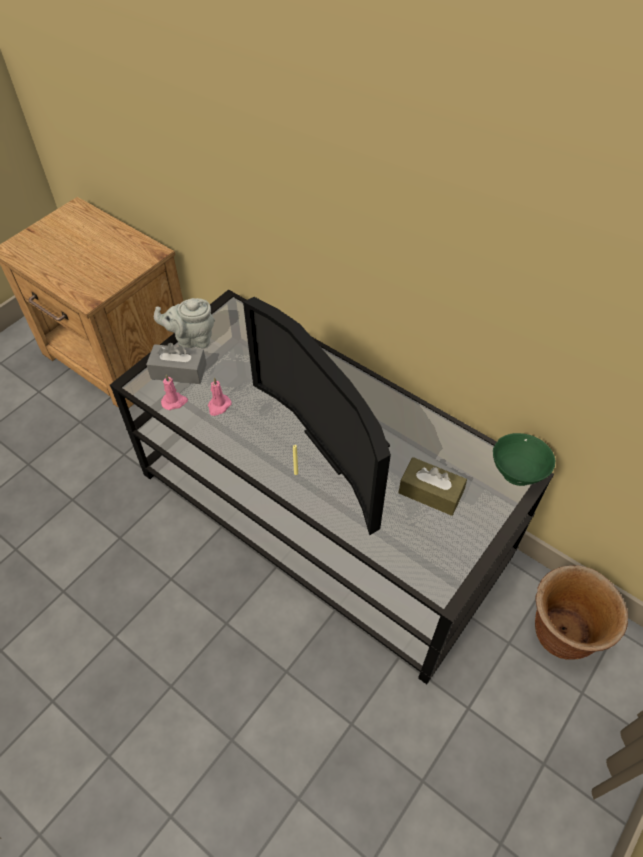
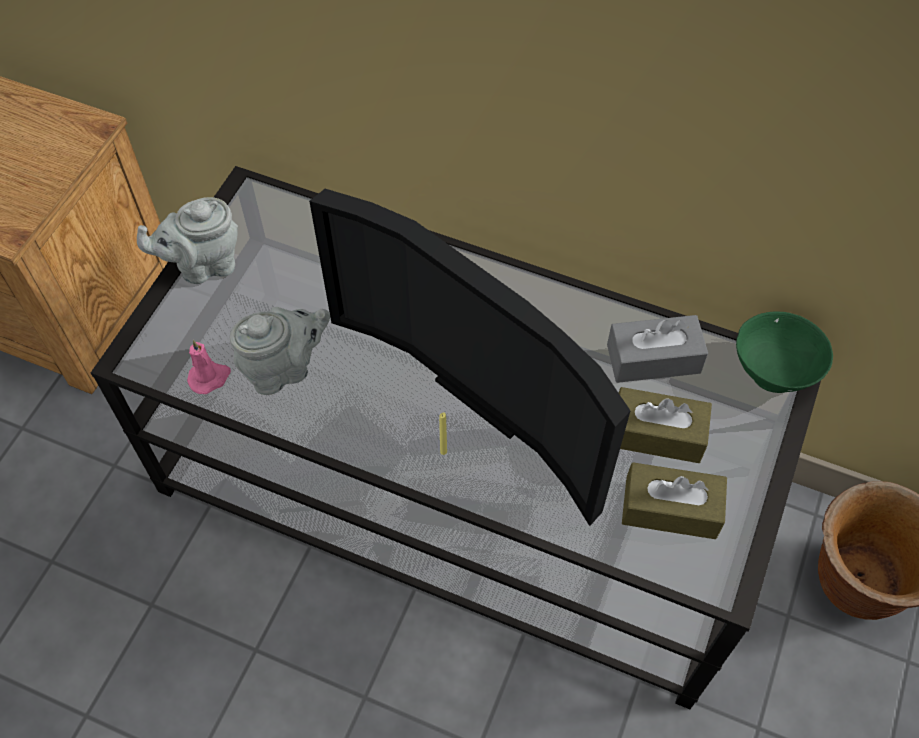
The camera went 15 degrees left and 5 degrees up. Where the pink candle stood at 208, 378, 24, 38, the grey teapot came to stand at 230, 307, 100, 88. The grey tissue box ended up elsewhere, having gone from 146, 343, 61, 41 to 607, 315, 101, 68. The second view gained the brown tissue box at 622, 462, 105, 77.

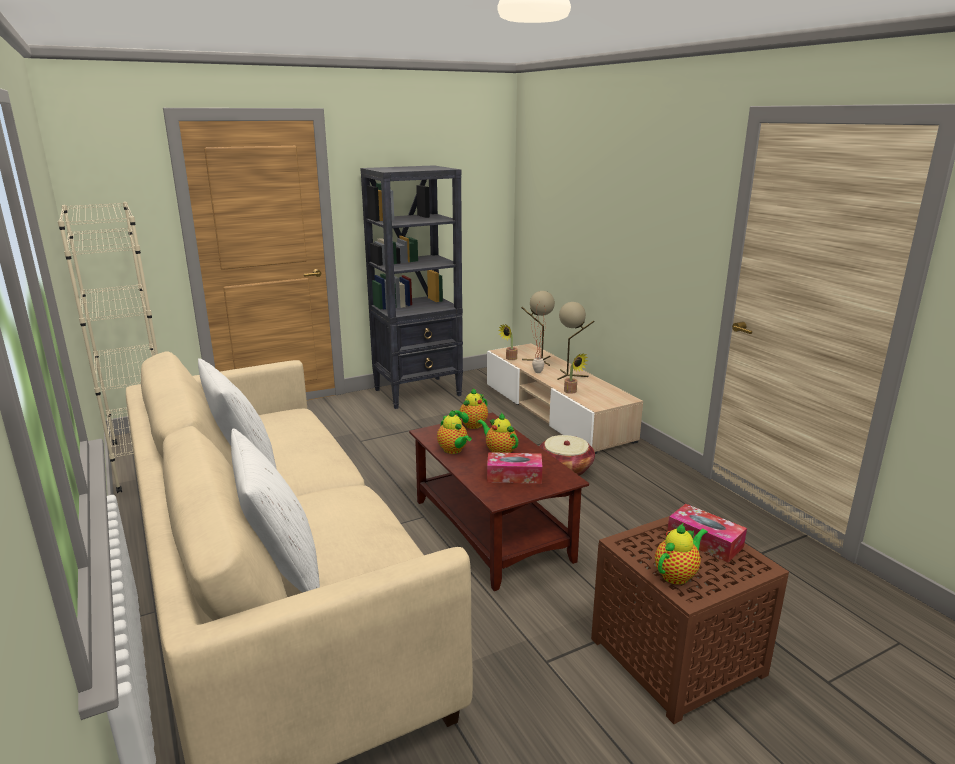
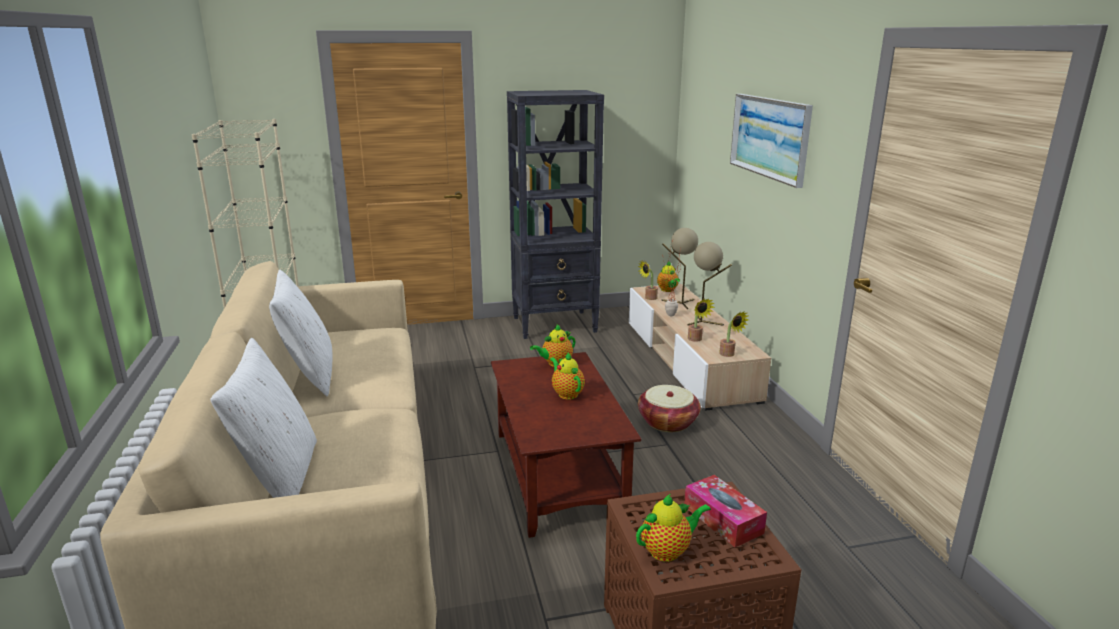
The camera went 15 degrees right and 0 degrees up. The teapot ended up elsewhere, having gone from 437, 410, 35, 44 to 657, 262, 23, 30. The second view gained the potted plant at 719, 311, 29, 46. The second view gained the picture at 730, 94, 83, 94. The second view lost the tissue box at 487, 452, 56, 32.

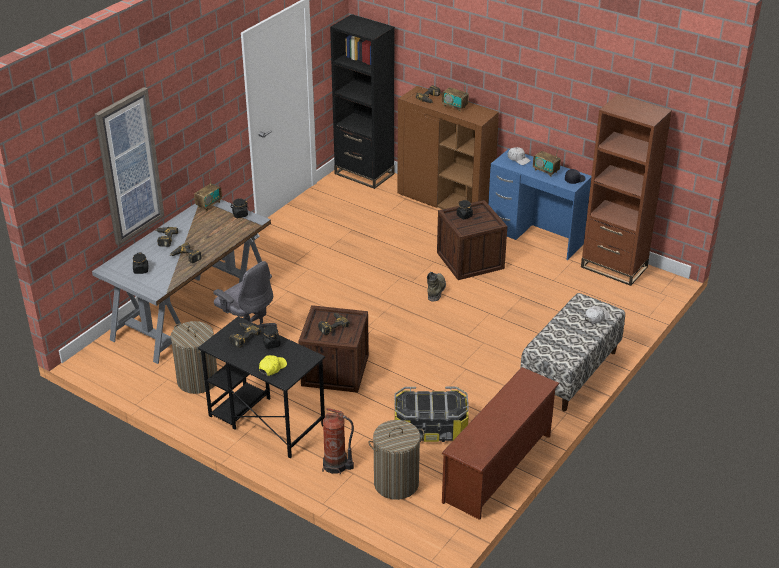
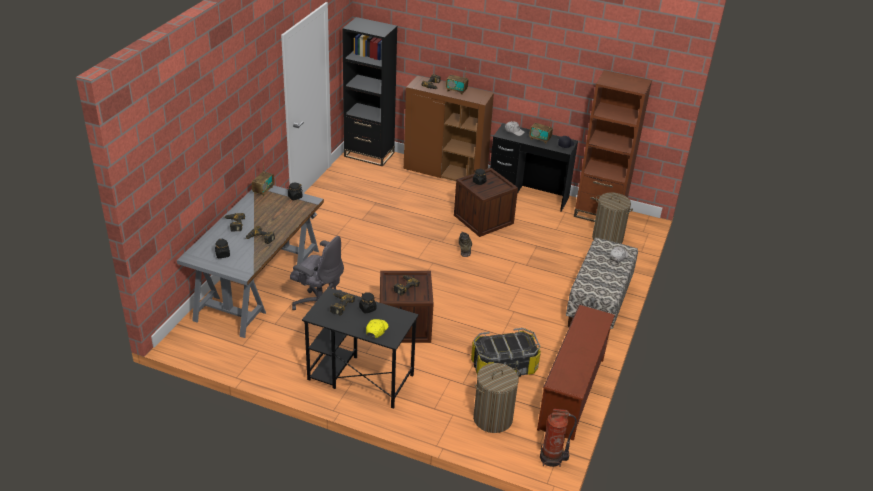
The camera went 15 degrees left and 0 degrees up. What was the blue desk at 488, 149, 104, 111 turned into the black desk at 490, 123, 88, 89. The fire extinguisher ended up elsewhere, having gone from 322, 408, 32, 67 to 540, 409, 37, 58. The laundry basket ended up elsewhere, having gone from 171, 321, 46, 73 to 592, 192, 41, 52. The second view lost the picture at 95, 87, 69, 158.

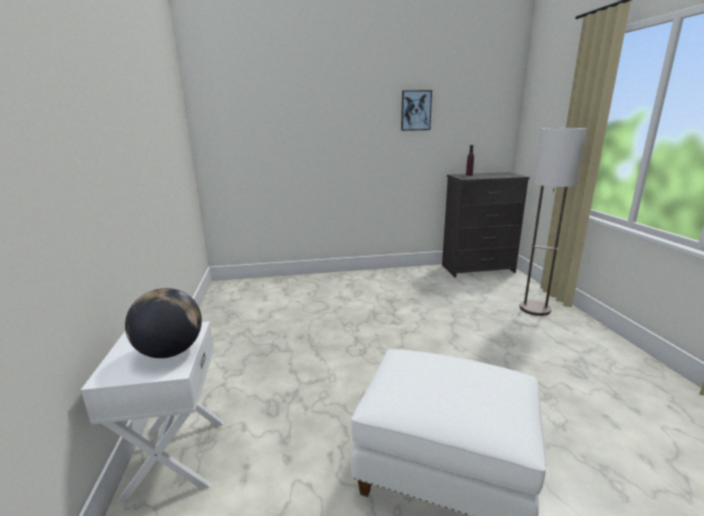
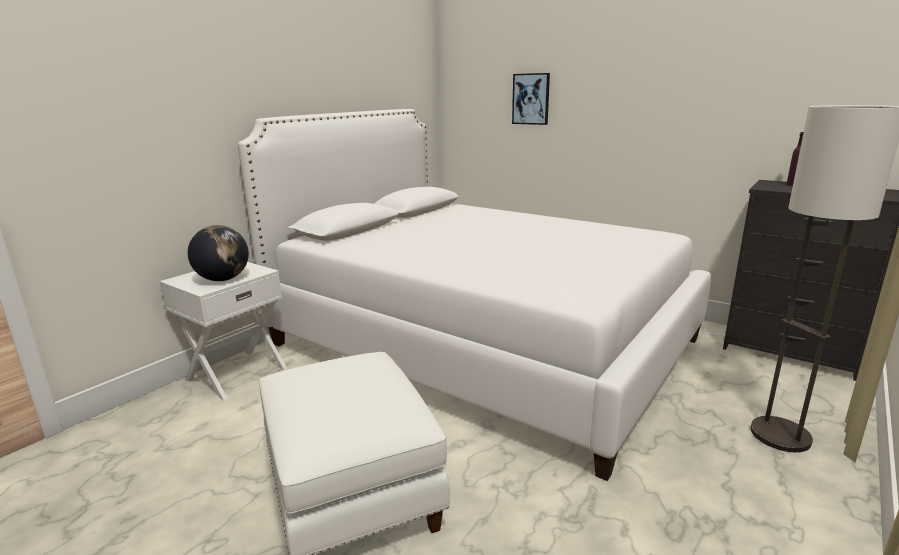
The camera went 45 degrees right and 0 degrees up. The second view gained the white bed at 238, 109, 473, 372. The picture ended up elsewhere, having gone from 401, 90, 31, 41 to 512, 73, 38, 52.

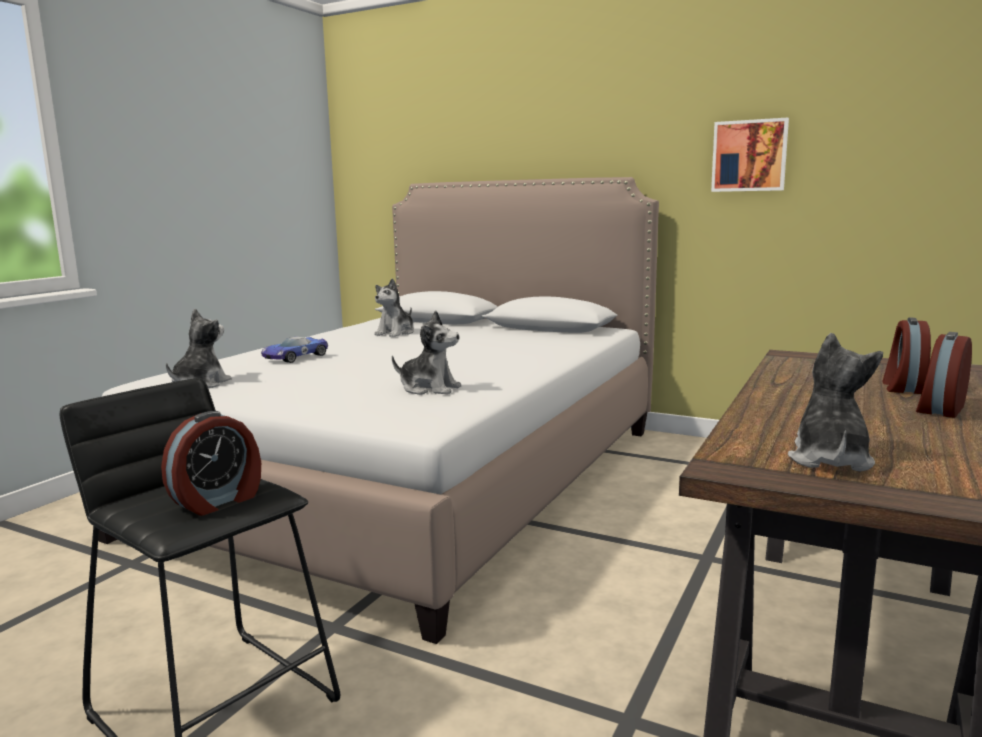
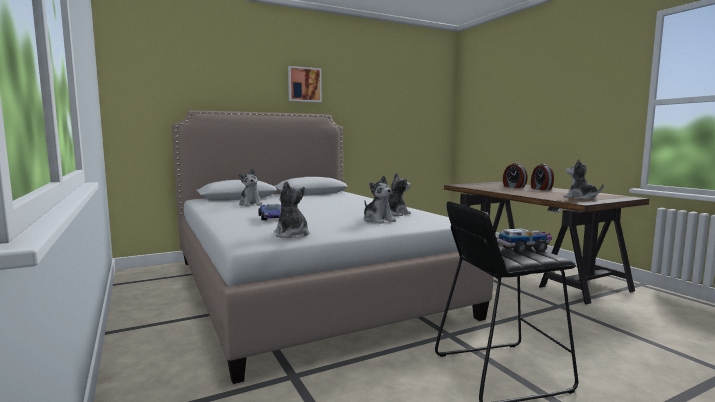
The camera went 55 degrees left and 5 degrees down. The picture ended up elsewhere, having gone from 711, 118, 78, 74 to 288, 66, 34, 36. The second view gained the plush toy at 364, 175, 32, 49. Where the alarm clock stood at 161, 411, 100, 105, the toy truck came to stand at 497, 228, 55, 26.

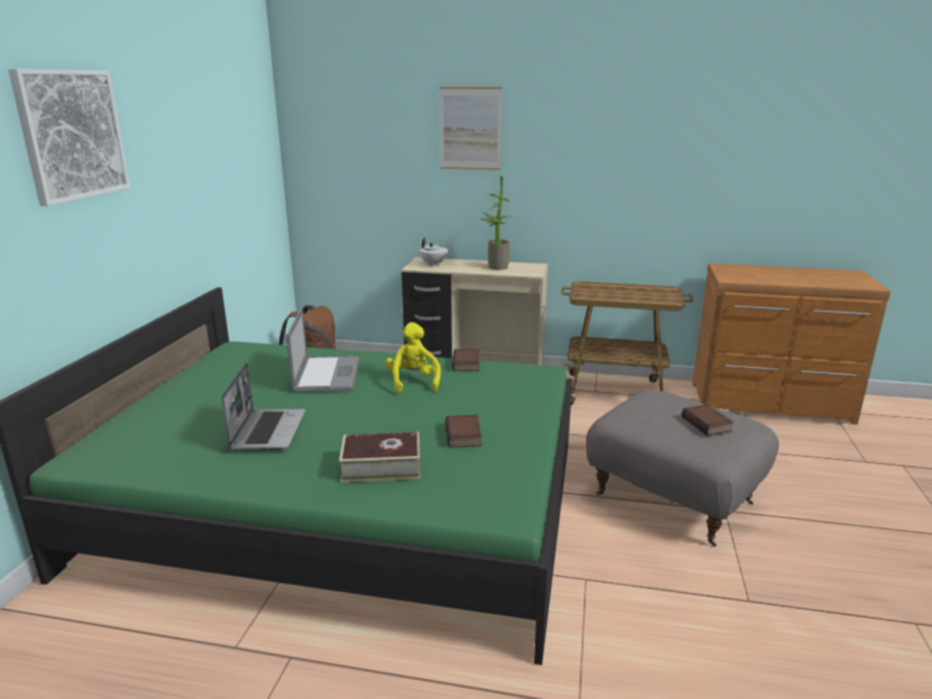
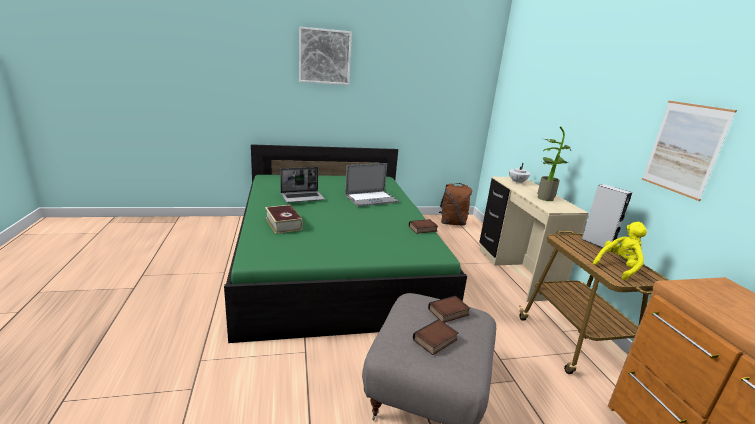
The camera went 65 degrees right and 0 degrees up. The book ended up elsewhere, having gone from 445, 415, 37, 33 to 428, 296, 42, 27. The second view gained the grey speaker at 582, 184, 50, 64. The yellow plush toy ended up elsewhere, having gone from 385, 322, 56, 71 to 593, 222, 54, 58. The picture ended up elsewhere, having gone from 440, 87, 62, 83 to 642, 101, 95, 100.

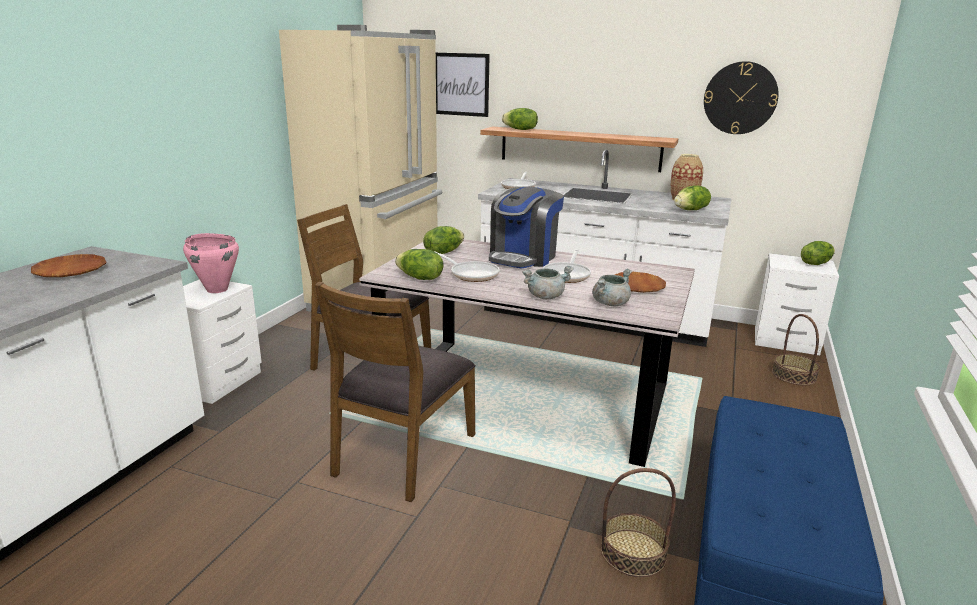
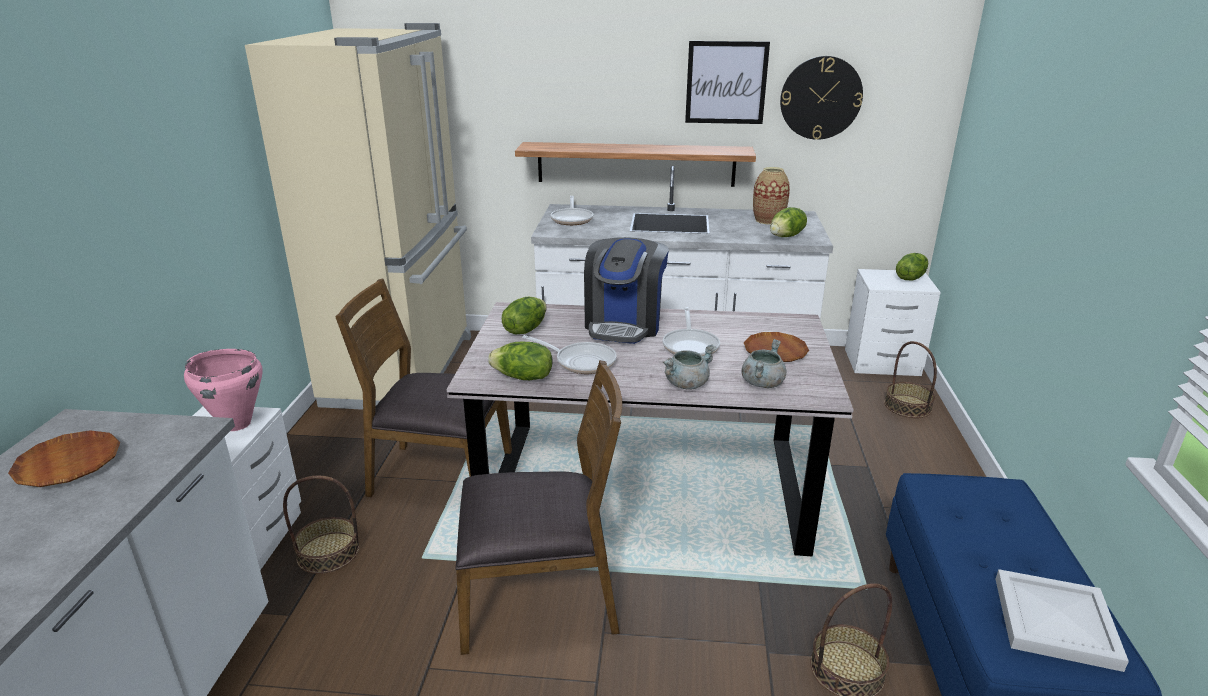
The camera went 15 degrees left and 5 degrees up. The second view gained the basket at 283, 476, 77, 98. The brown chair at 315, 282, 160, 220 ended up facing another way, 105 degrees counterclockwise from before. The picture ended up elsewhere, having gone from 436, 53, 54, 64 to 685, 41, 85, 83. The second view gained the white tray at 995, 569, 134, 103. The second view lost the lettuce at 502, 108, 36, 22.

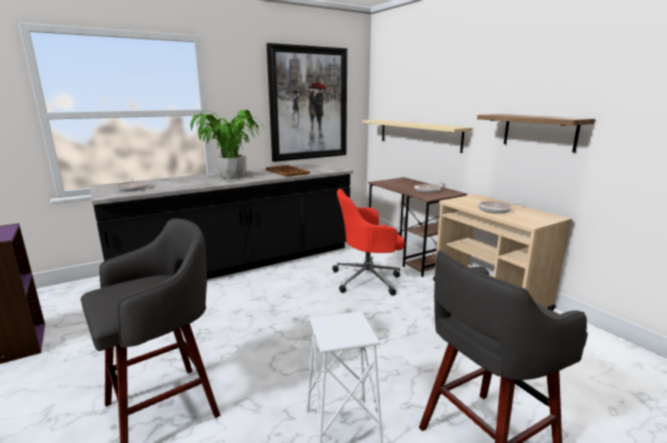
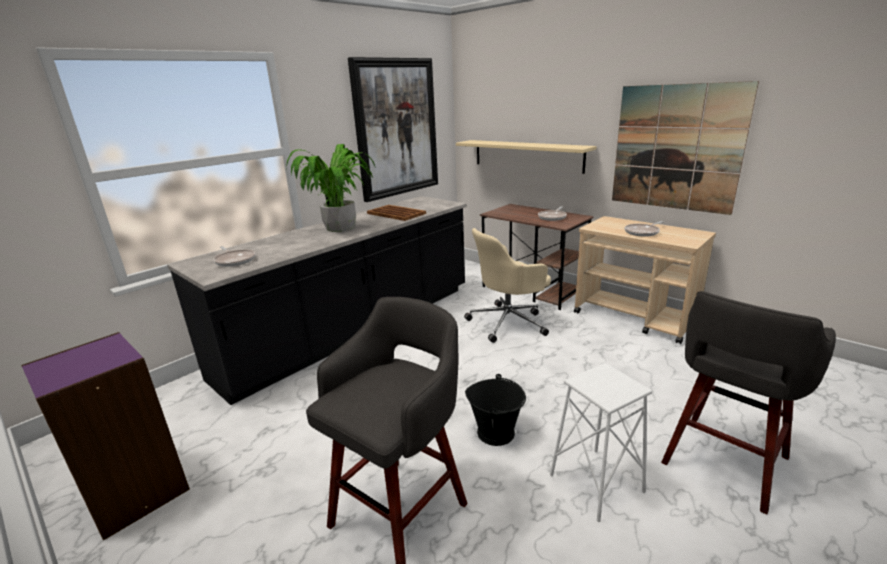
The camera went 15 degrees left and 5 degrees up. What was the red office chair at 332, 189, 73, 107 turned into the beige office chair at 464, 228, 87, 115. The second view gained the black bucket at 465, 374, 61, 72. Where the shelf hung at 477, 114, 118, 38, the picture came to hang at 612, 81, 147, 134.

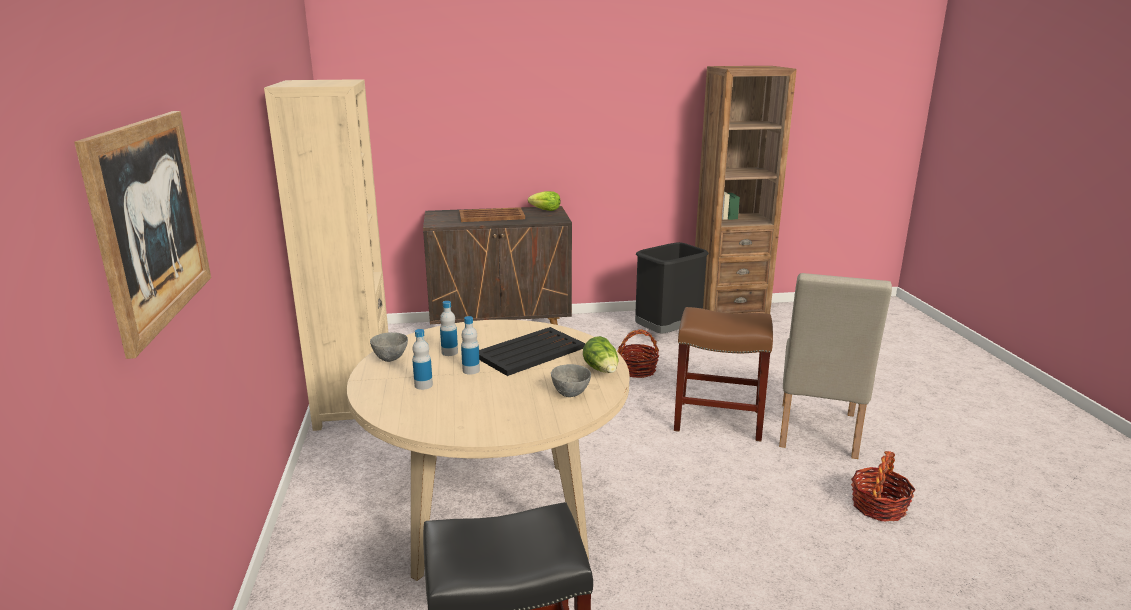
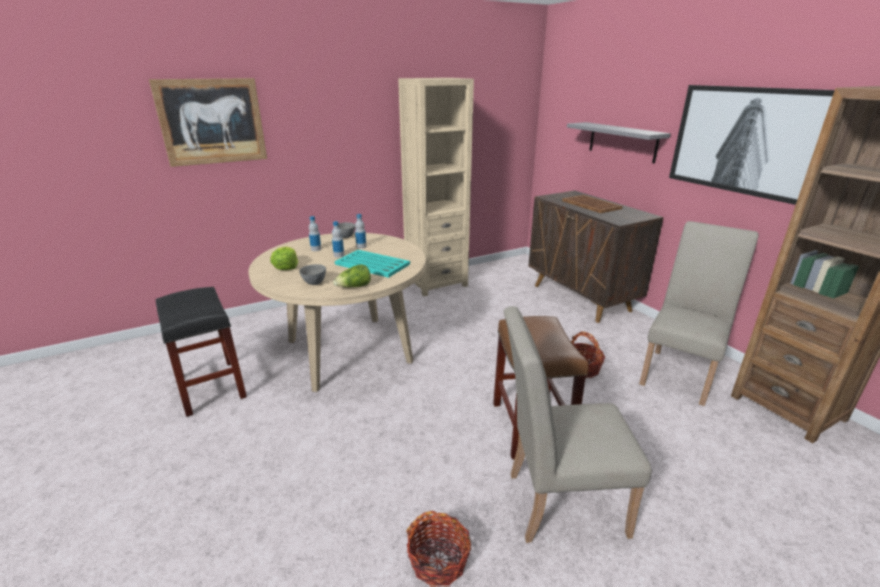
The camera went 70 degrees right and 5 degrees up. The lettuce ended up elsewhere, having gone from 528, 191, 32, 20 to 270, 246, 28, 24. What was the black tray at 479, 327, 106, 49 turned into the turquoise tray at 335, 250, 75, 28. The second view gained the grey shelf at 567, 122, 104, 41. Where the black trash can stood at 635, 242, 74, 92, the beige chair came to stand at 639, 221, 120, 185. The second view gained the picture at 669, 85, 166, 120.

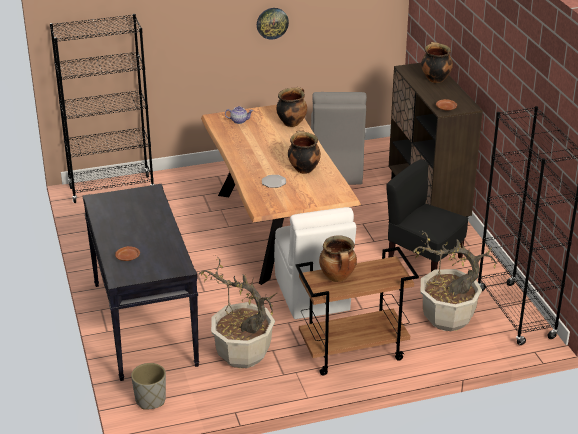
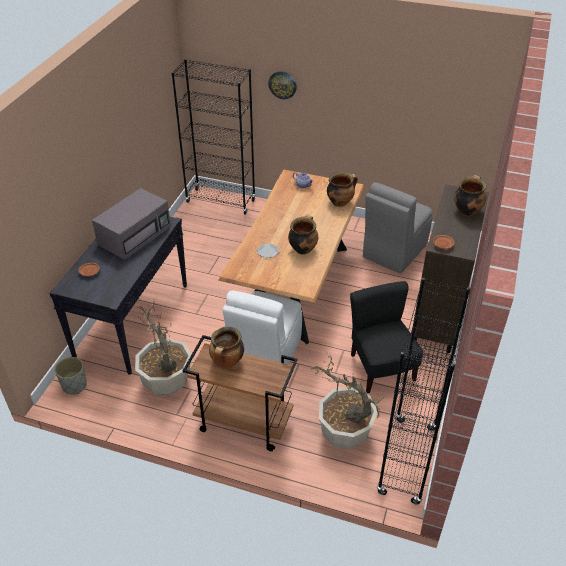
The camera went 35 degrees right and 10 degrees up. The second view gained the grey microwave at 92, 188, 79, 72. The wall clock ended up elsewhere, having gone from 257, 8, 32, 32 to 268, 71, 29, 28.

